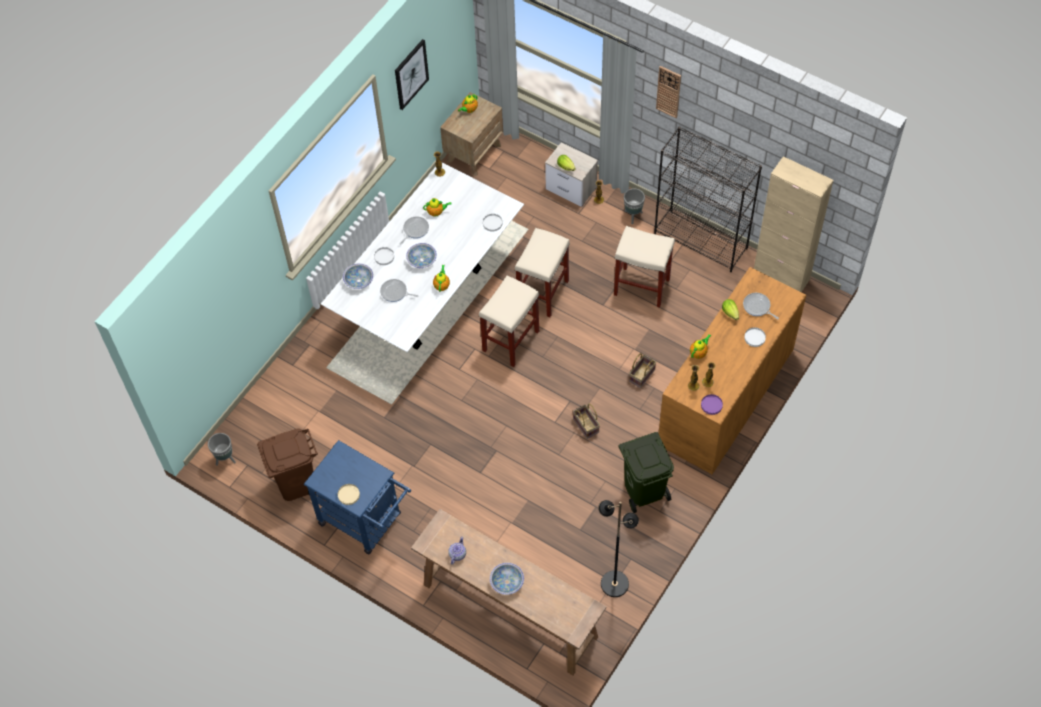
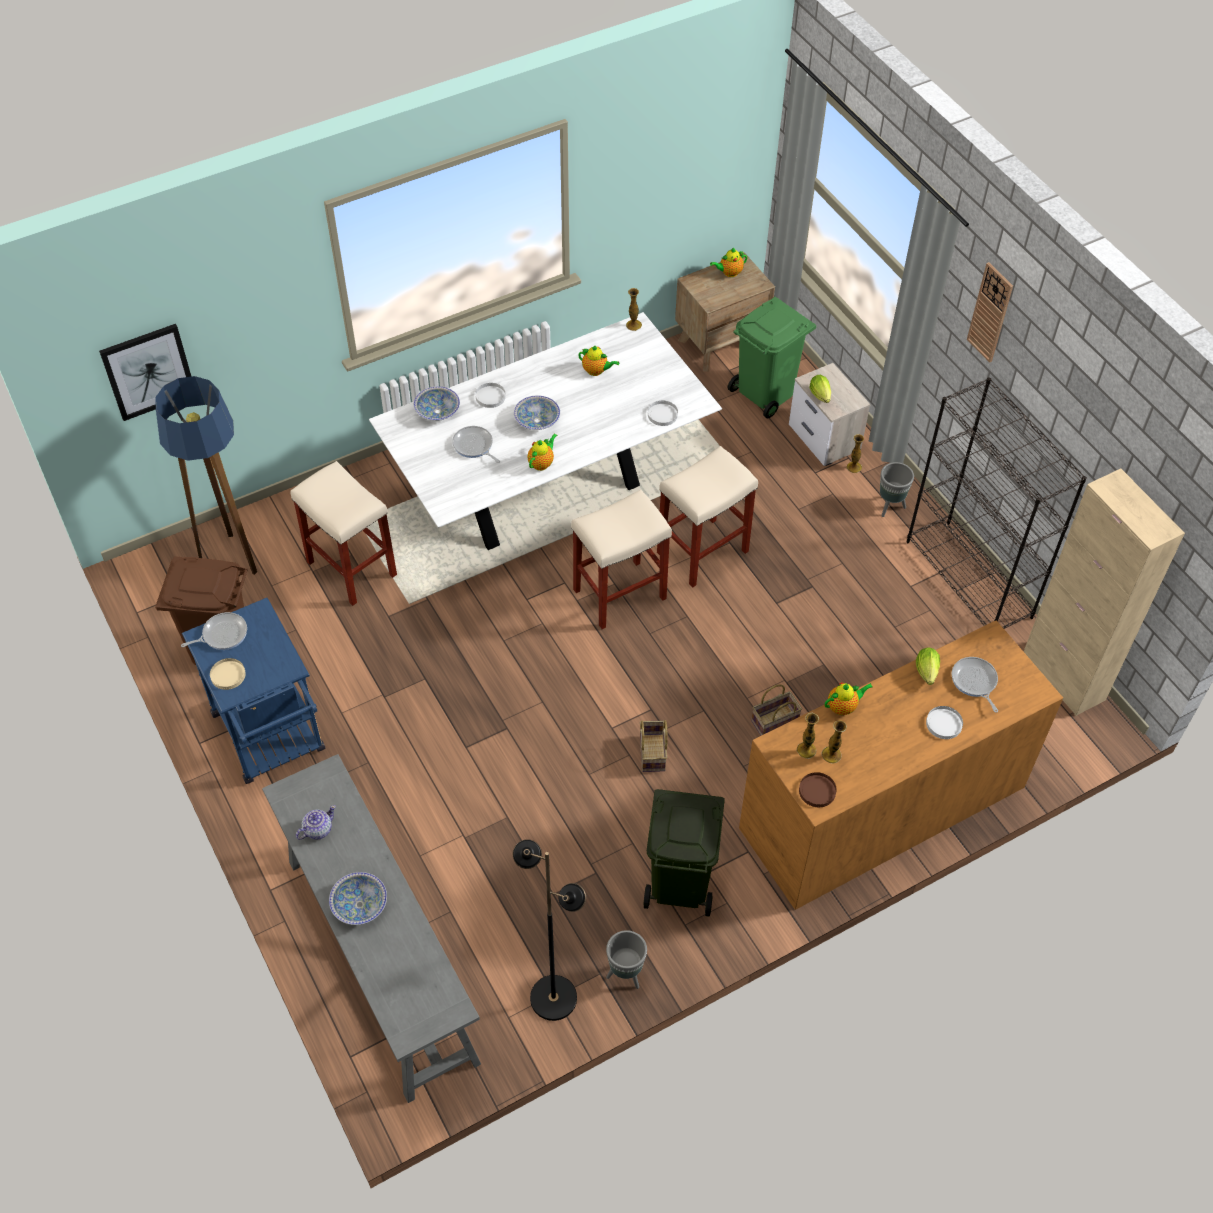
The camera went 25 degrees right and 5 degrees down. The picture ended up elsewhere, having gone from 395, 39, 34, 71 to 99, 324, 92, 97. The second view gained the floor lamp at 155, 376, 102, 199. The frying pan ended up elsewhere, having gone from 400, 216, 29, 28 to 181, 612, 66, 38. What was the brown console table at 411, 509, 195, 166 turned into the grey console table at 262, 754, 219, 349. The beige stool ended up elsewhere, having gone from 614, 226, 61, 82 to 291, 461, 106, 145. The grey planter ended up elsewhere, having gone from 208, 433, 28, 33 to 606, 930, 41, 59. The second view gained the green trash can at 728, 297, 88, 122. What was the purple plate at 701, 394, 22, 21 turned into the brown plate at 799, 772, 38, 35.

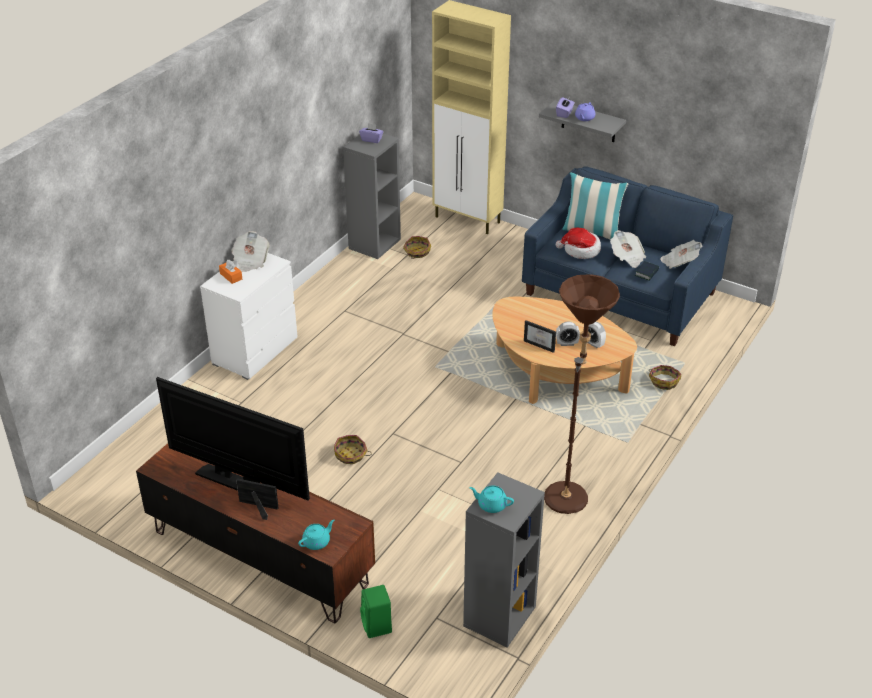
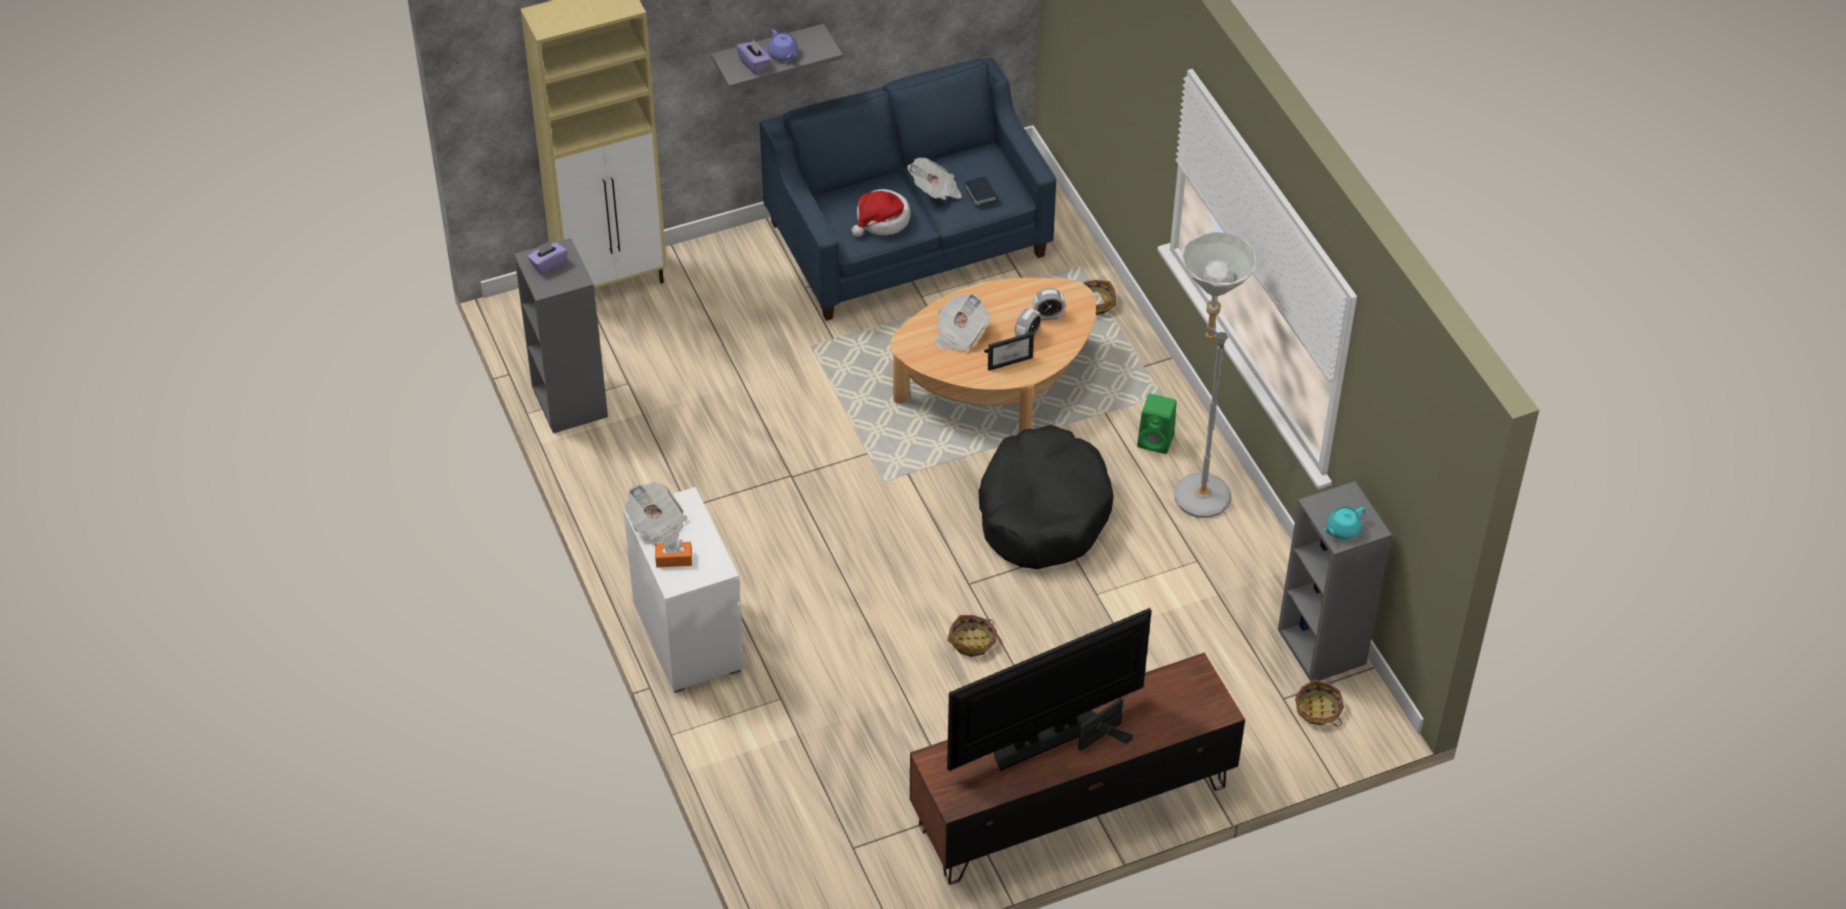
The camera went 55 degrees left and 10 degrees up. The newspaper ended up elsewhere, having gone from 660, 240, 43, 29 to 935, 294, 55, 58. The second view gained the black dog bed at 978, 425, 136, 144. The green speaker ended up elsewhere, having gone from 360, 585, 32, 53 to 1137, 394, 40, 60. What was the brown floor lamp at 544, 274, 76, 240 turned into the grey floor lamp at 1174, 232, 83, 286. The basket ended up elsewhere, having gone from 403, 236, 28, 23 to 1295, 680, 49, 47. The second view lost the turquoise teapot at 298, 520, 36, 30. The second view lost the pillow at 562, 173, 66, 67.

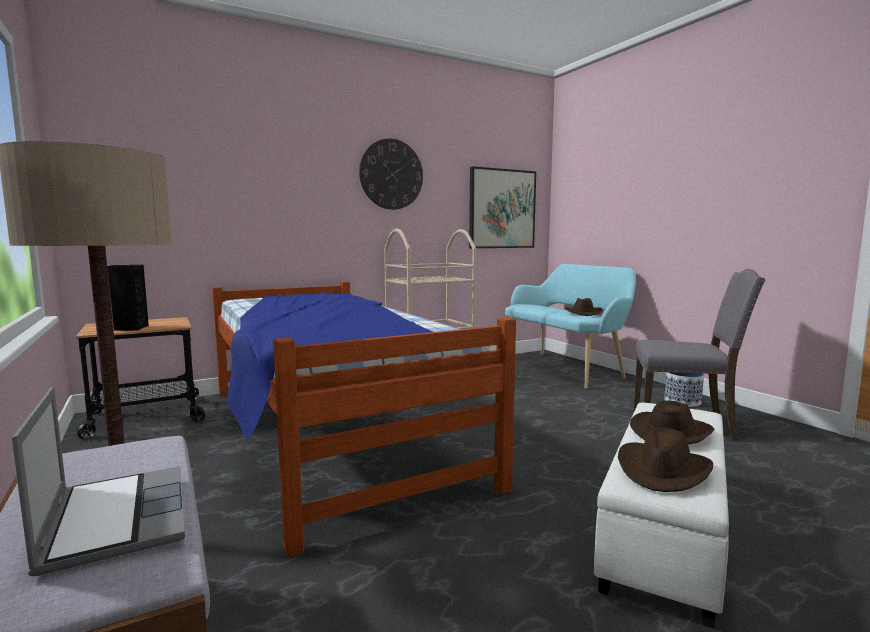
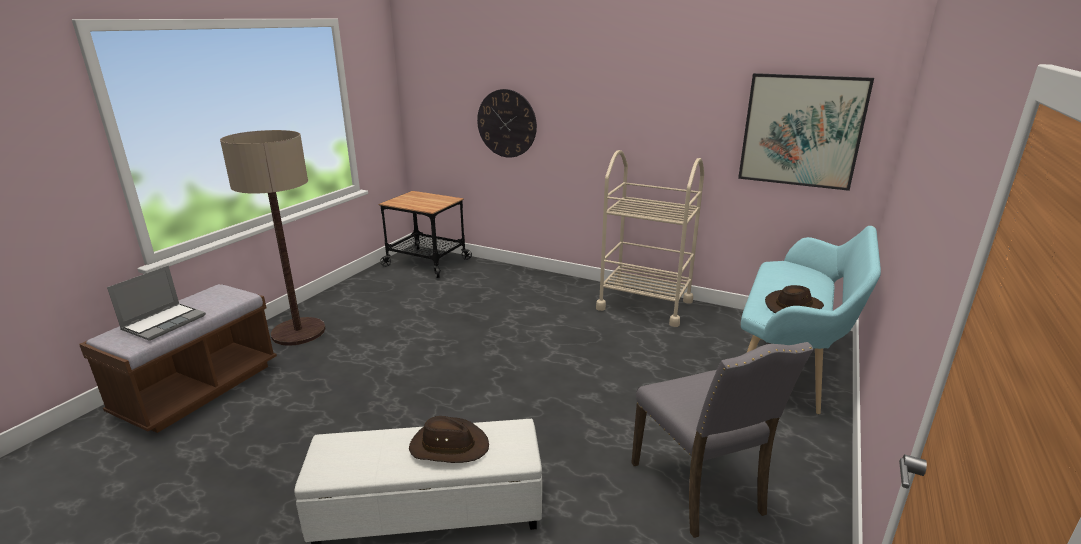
The camera went 55 degrees right and 15 degrees up. The wall clock ended up elsewhere, having gone from 359, 139, 64, 71 to 477, 89, 60, 69. The second view lost the black speaker at 107, 265, 42, 66. The second view lost the bed at 212, 281, 304, 276. The second view lost the brown hat at 618, 428, 95, 64. The second view lost the planter at 664, 372, 40, 35.

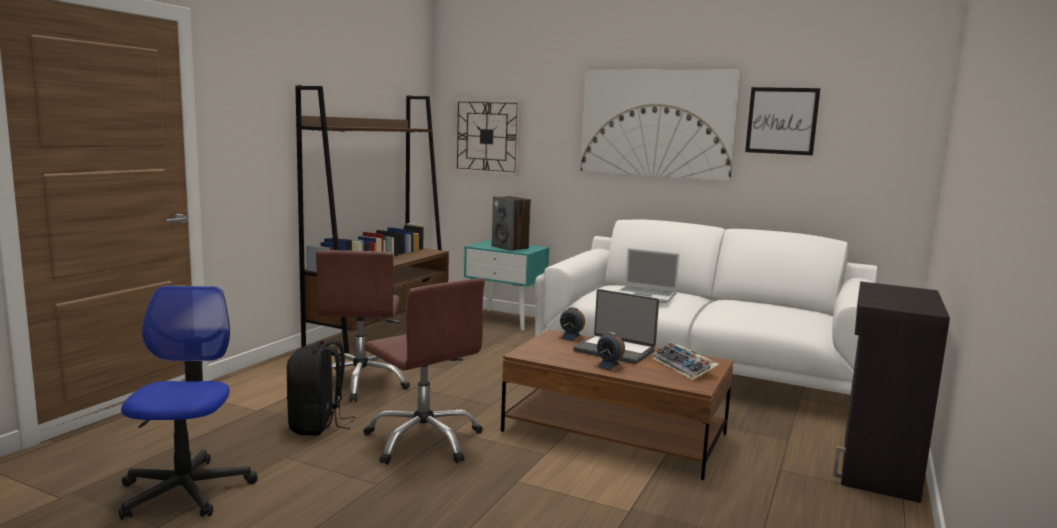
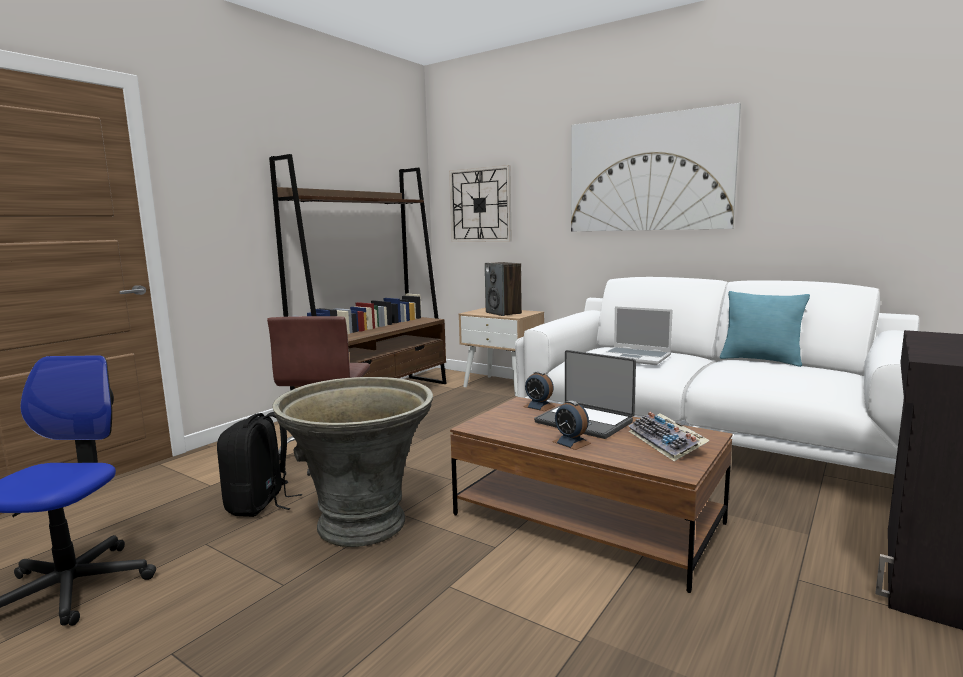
The camera went 10 degrees right and 0 degrees up. Where the brown office chair stood at 364, 278, 121, 187, the grey planter came to stand at 272, 377, 161, 170. What was the turquoise nightstand at 464, 240, 86, 90 turned into the beige nightstand at 458, 308, 86, 88. The second view gained the turquoise pillow at 720, 291, 90, 76. The second view lost the picture at 745, 87, 76, 69.

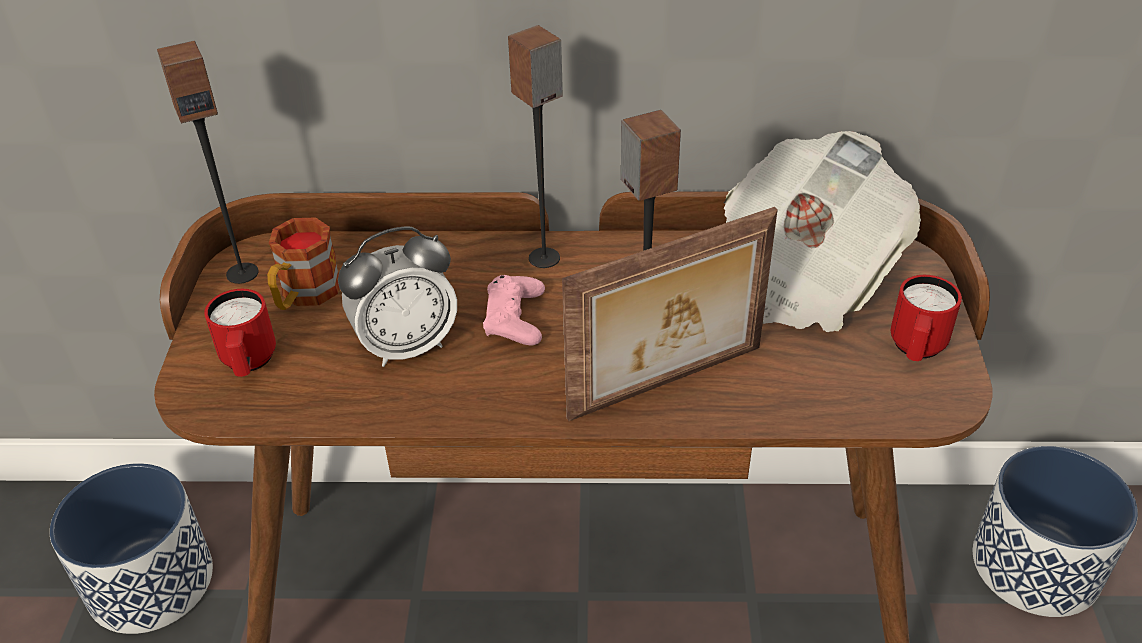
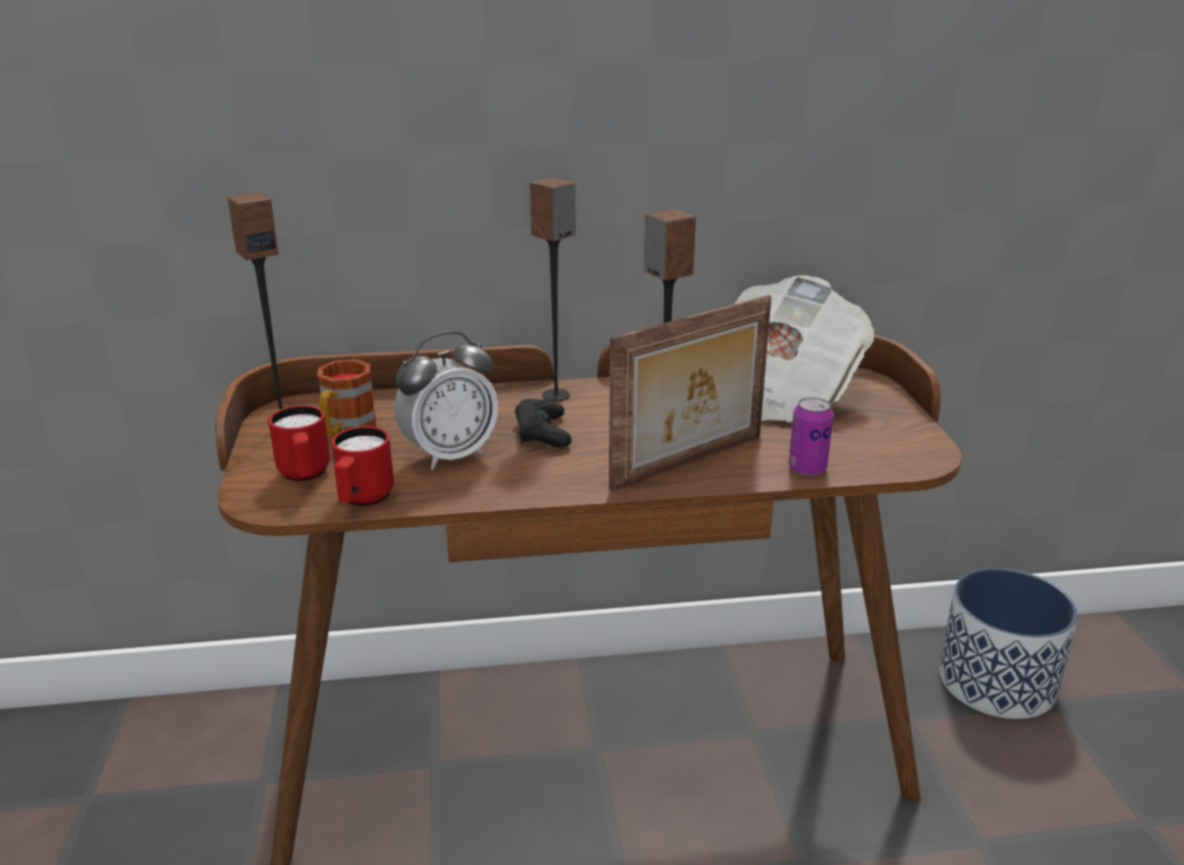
The camera went 10 degrees left and 15 degrees down. The red mug ended up elsewhere, having gone from 891, 275, 71, 86 to 332, 426, 62, 80. What was the pink game controller at 483, 275, 62, 70 turned into the black game controller at 515, 398, 57, 49. The second view gained the can at 789, 397, 44, 79. The second view lost the planter at 50, 463, 163, 171.

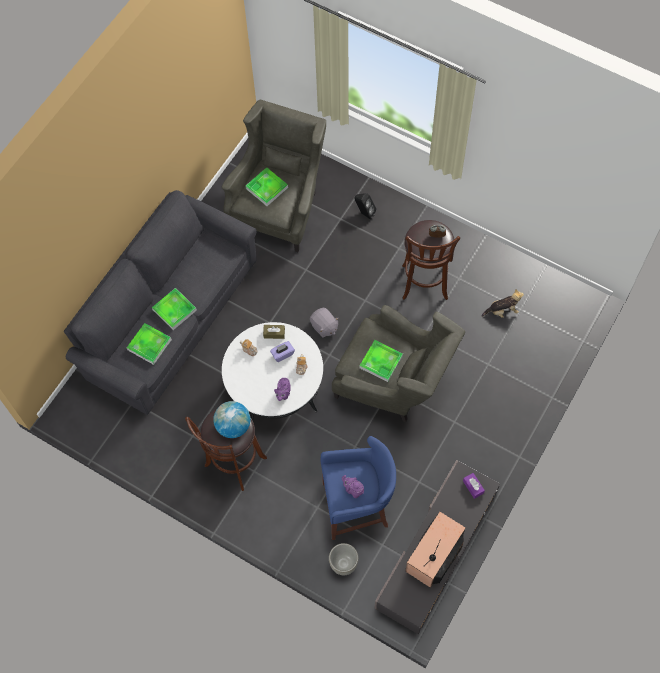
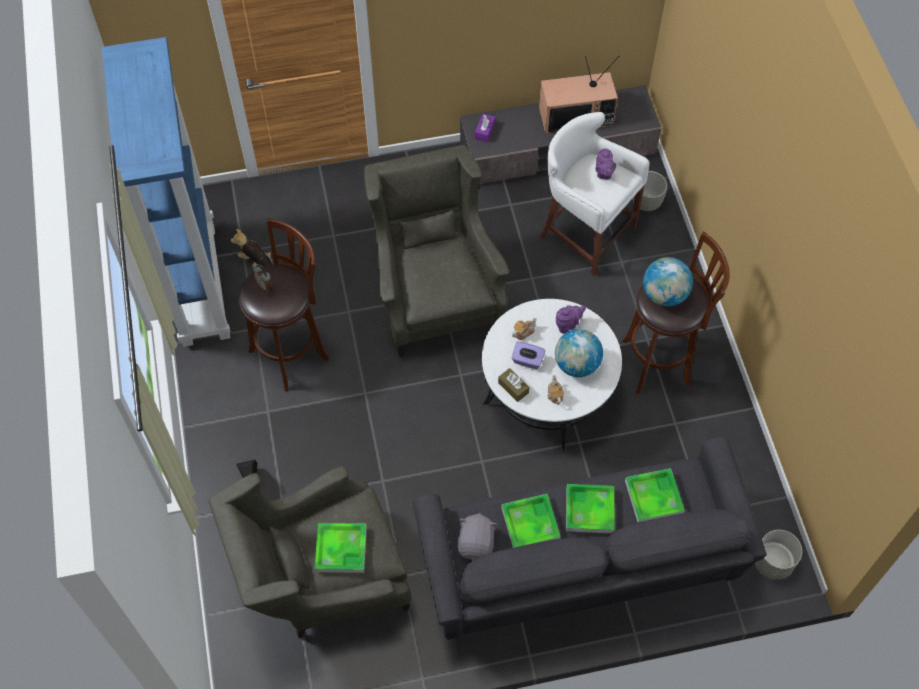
The camera went 135 degrees left and 5 degrees down. The second view gained the blue bookcase at 102, 37, 128, 310. The grey plush toy ended up elsewhere, having gone from 310, 308, 29, 30 to 457, 513, 40, 48. The tray ended up elsewhere, having gone from 359, 340, 44, 42 to 501, 494, 60, 54. What was the blue stool at 321, 436, 75, 104 turned into the white stool at 540, 112, 109, 164. The second view gained the globe at 555, 329, 48, 48. The second view gained the grey planter at 755, 530, 47, 50.

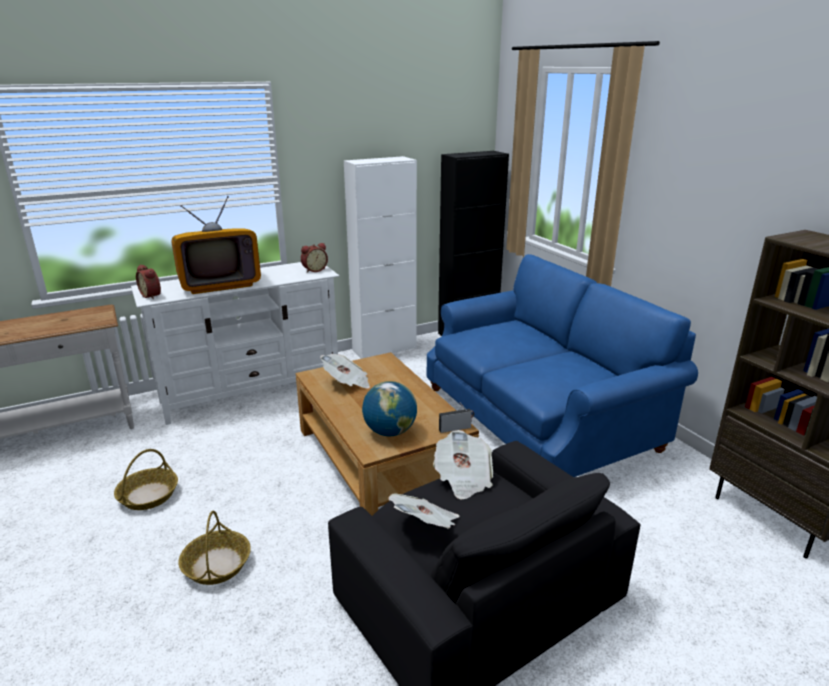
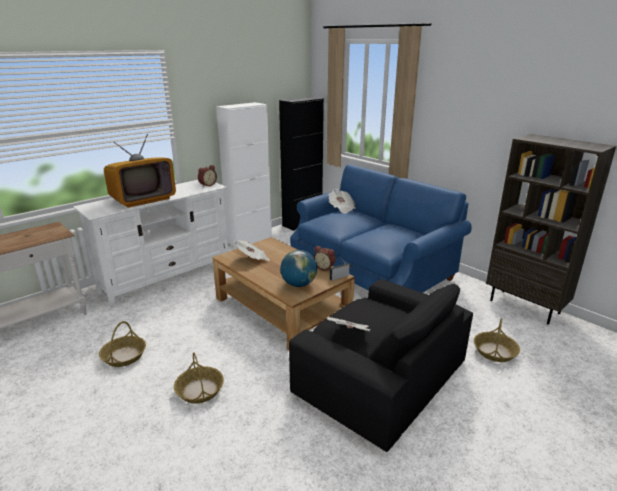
The camera went 15 degrees left and 0 degrees up. The alarm clock ended up elsewhere, having gone from 136, 265, 25, 34 to 313, 246, 23, 24. The newspaper ended up elsewhere, having gone from 433, 430, 60, 70 to 328, 189, 28, 24. The second view gained the basket at 474, 318, 46, 44.

